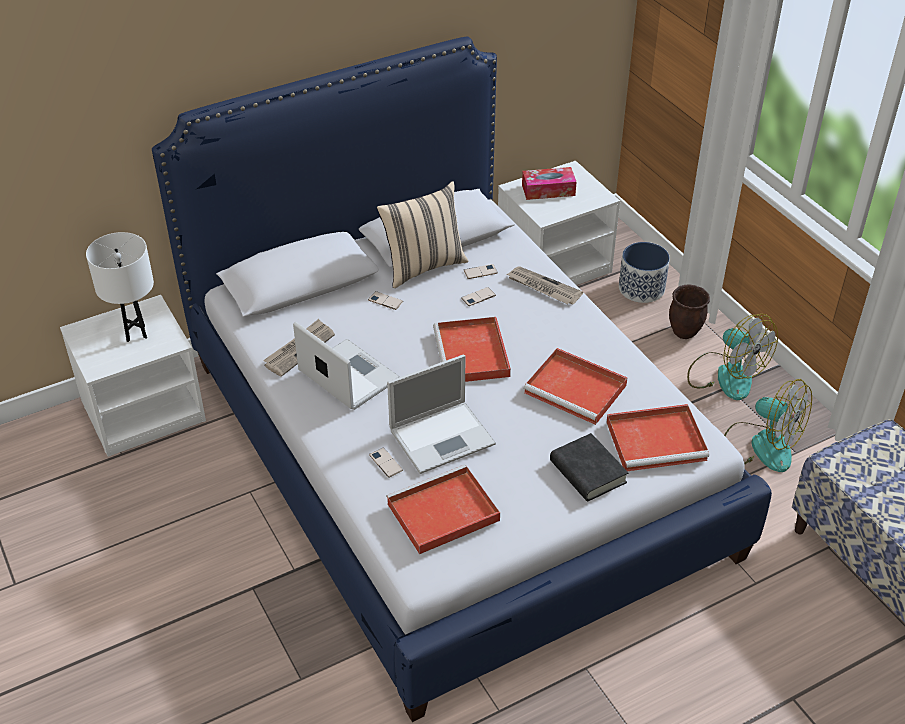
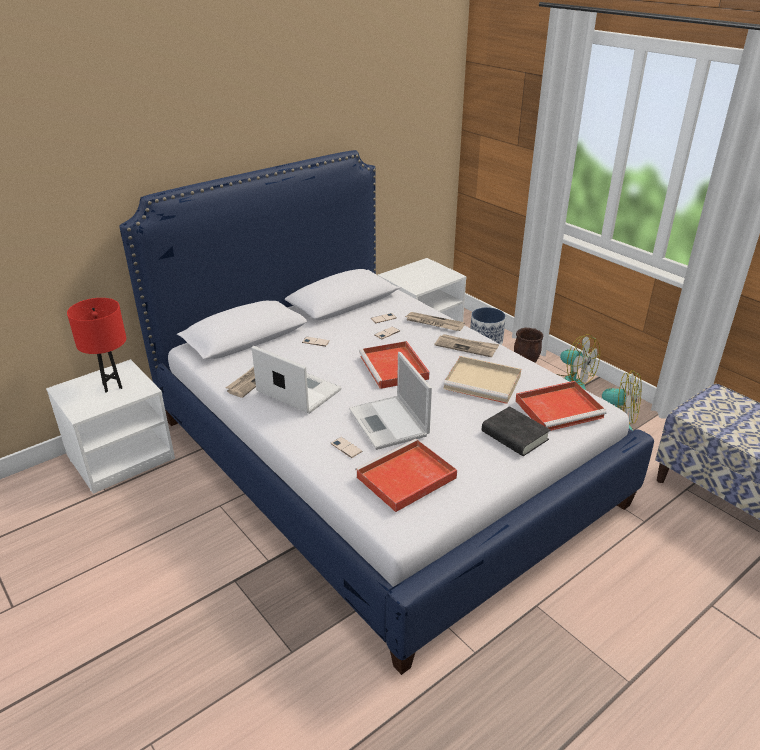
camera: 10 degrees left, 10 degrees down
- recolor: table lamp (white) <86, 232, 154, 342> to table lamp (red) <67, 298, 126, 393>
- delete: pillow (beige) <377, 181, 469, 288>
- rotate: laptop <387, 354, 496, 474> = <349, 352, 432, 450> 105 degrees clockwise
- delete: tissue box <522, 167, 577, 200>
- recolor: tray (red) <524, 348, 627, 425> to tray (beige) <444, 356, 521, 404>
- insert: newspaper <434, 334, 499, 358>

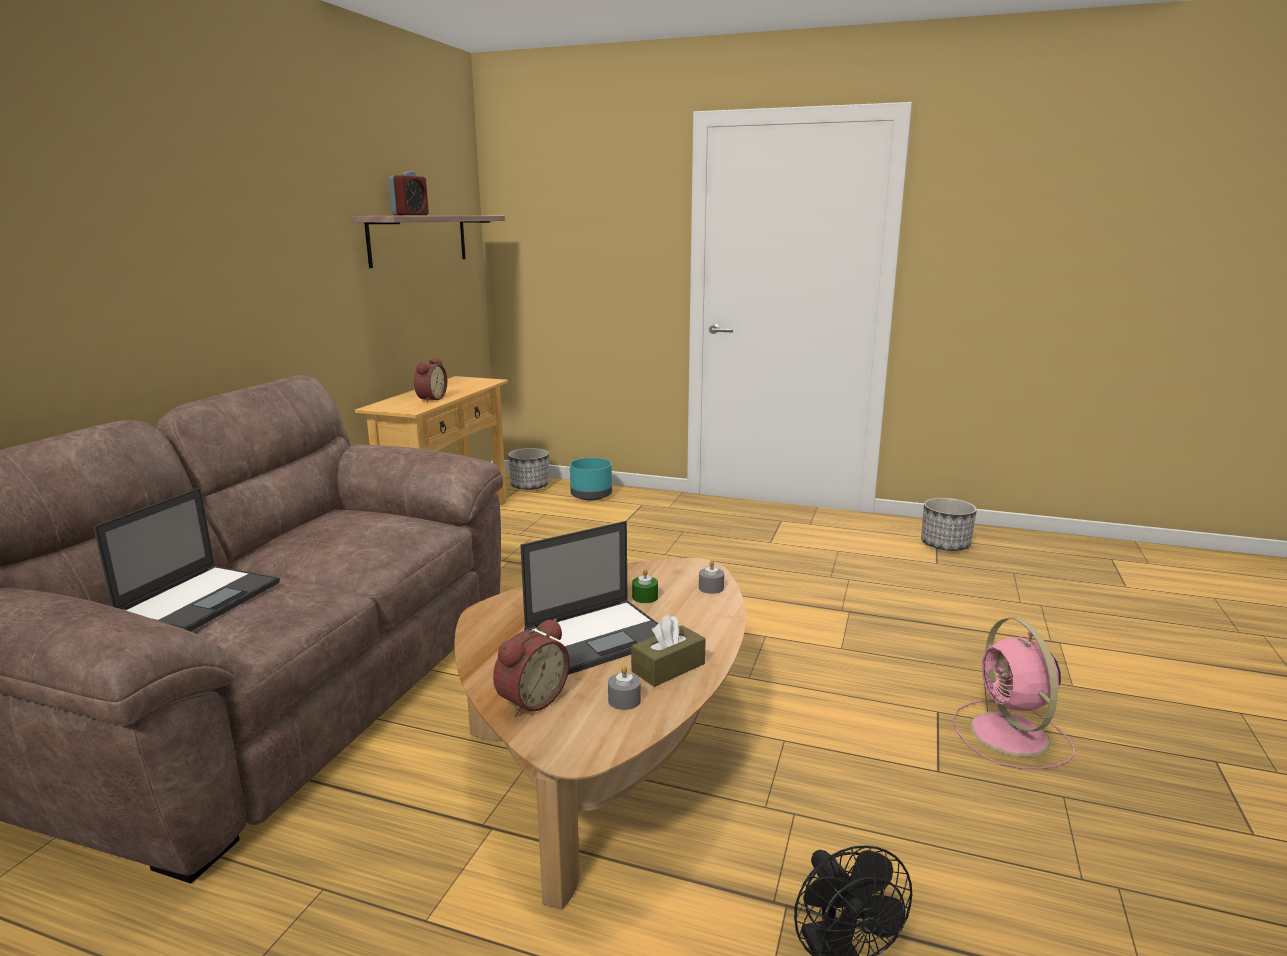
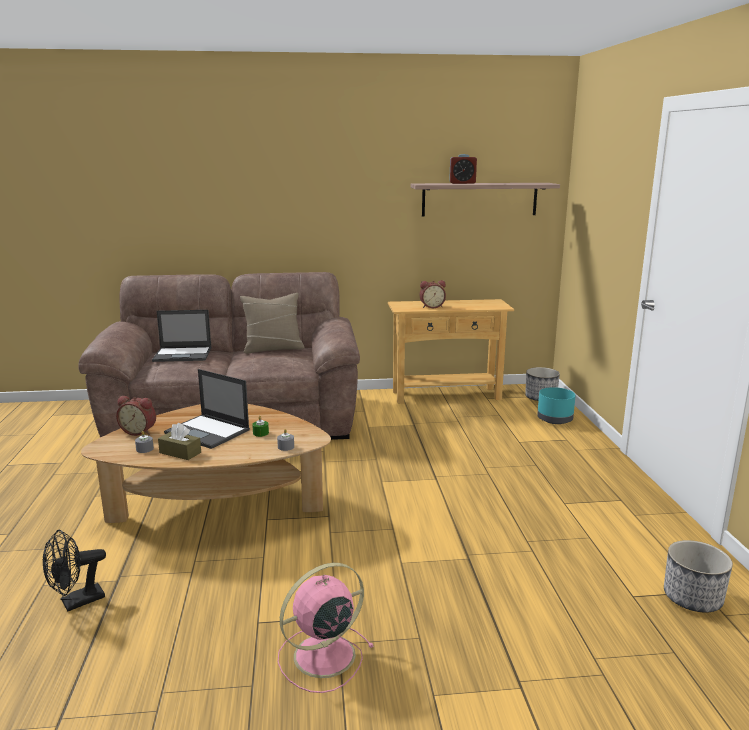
camera: 65 degrees right, 0 degrees up
- insert: pillow (beige) <240, 293, 305, 353>

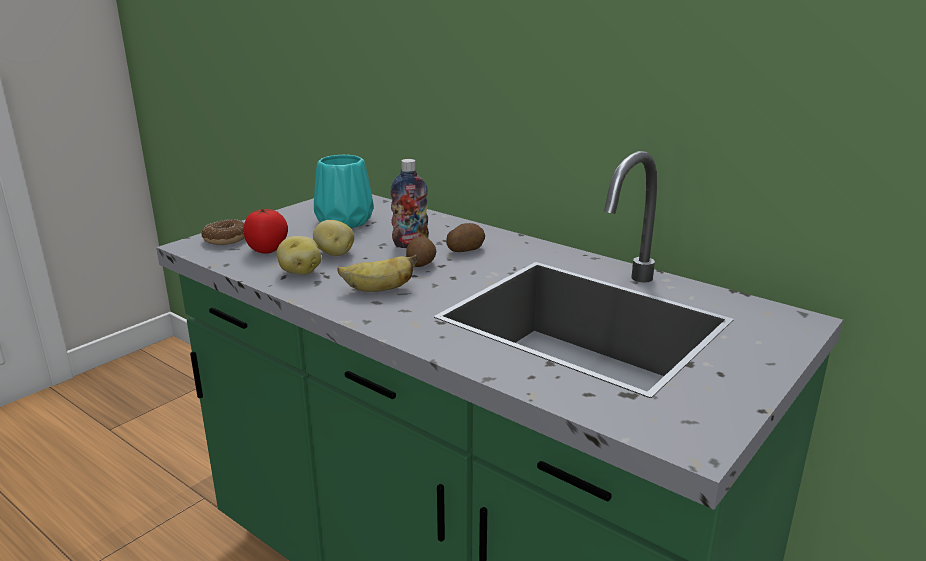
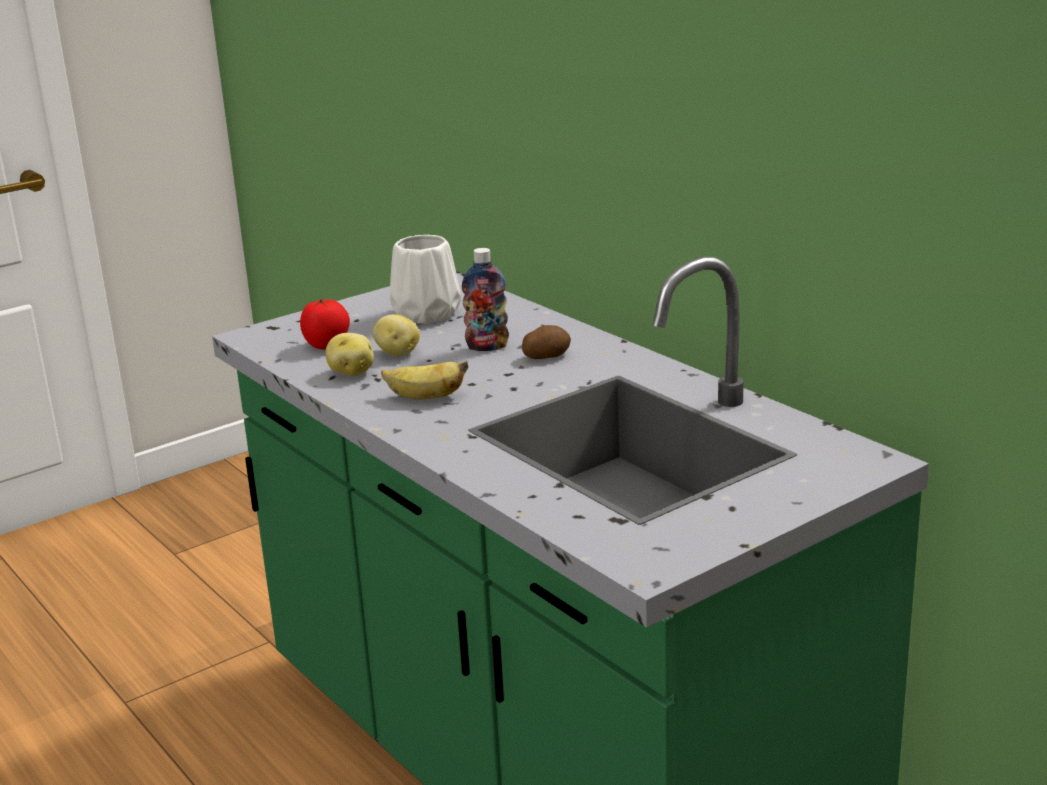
camera: 15 degrees right, 0 degrees up
- delete: donut <201, 219, 245, 245>
- recolor: vase (turquoise) <314, 155, 374, 228> to vase (white) <390, 235, 461, 324>
- delete: potato <406, 236, 436, 267>

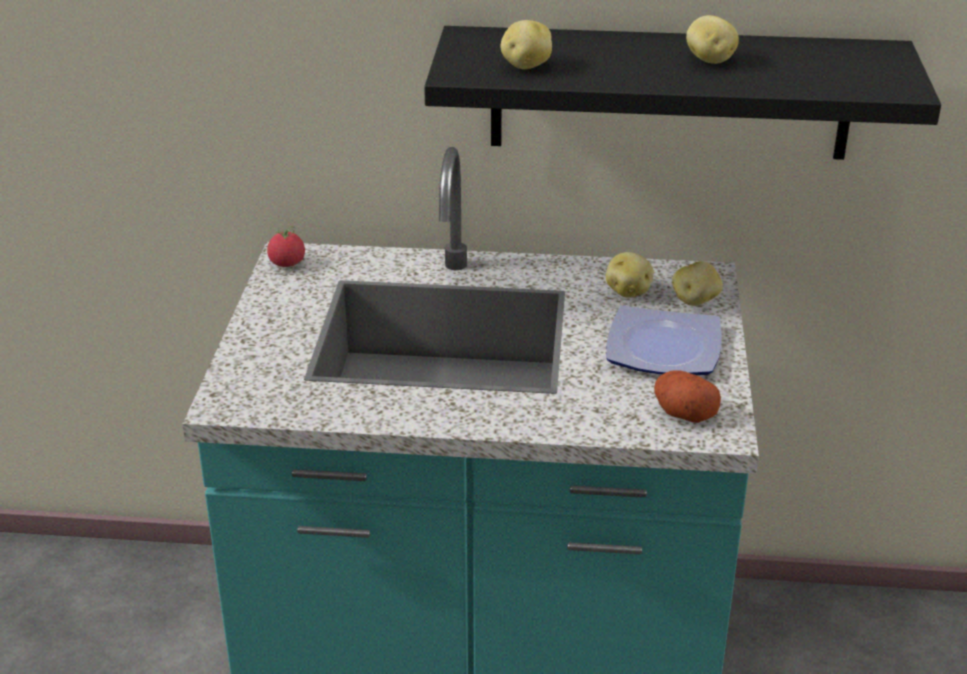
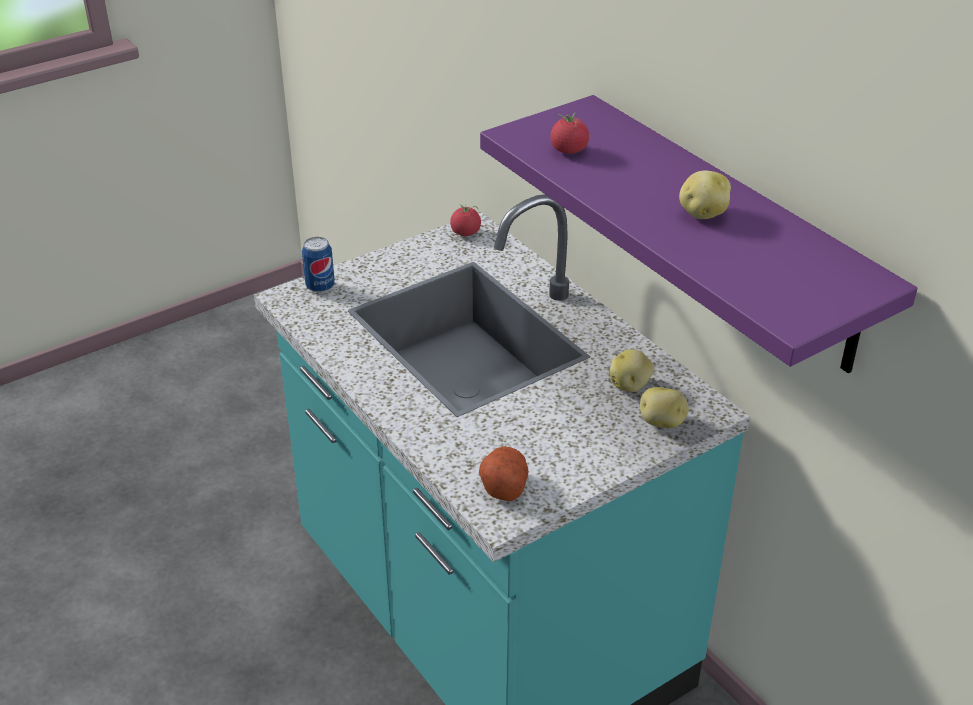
camera: 50 degrees right, 5 degrees up
- recolor: shelf (black) <424, 26, 941, 160> to shelf (purple) <480, 95, 918, 374>
- replace: potato <500, 20, 552, 69> to tomato <550, 113, 589, 154>
- delete: plate <606, 305, 722, 375>
- insert: can <302, 237, 335, 293>

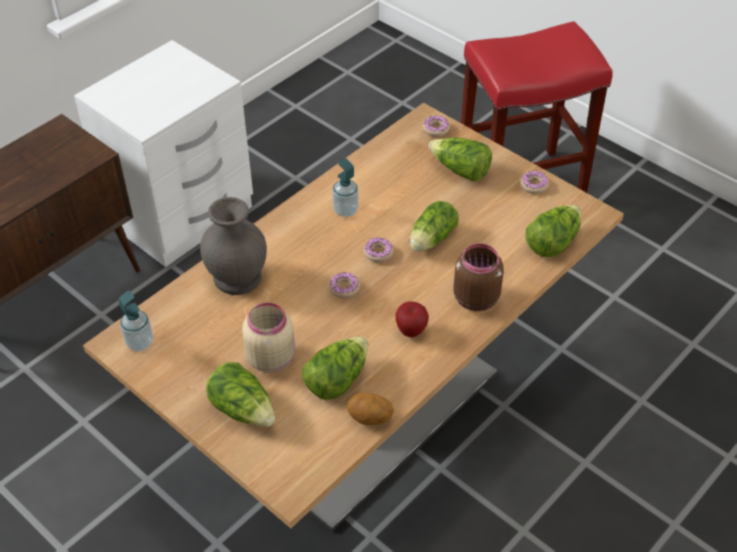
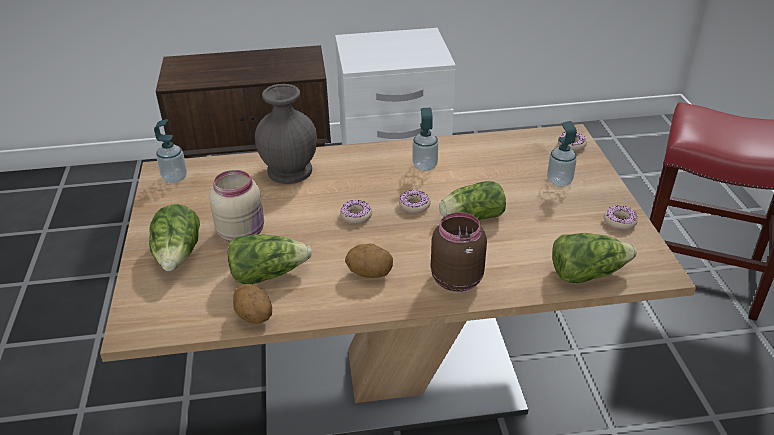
camera: 40 degrees right, 10 degrees down
- replace: apple <395, 301, 429, 337> to potato <345, 244, 393, 278>
- replace: lettuce <429, 137, 492, 182> to soap dispenser <547, 121, 577, 187>

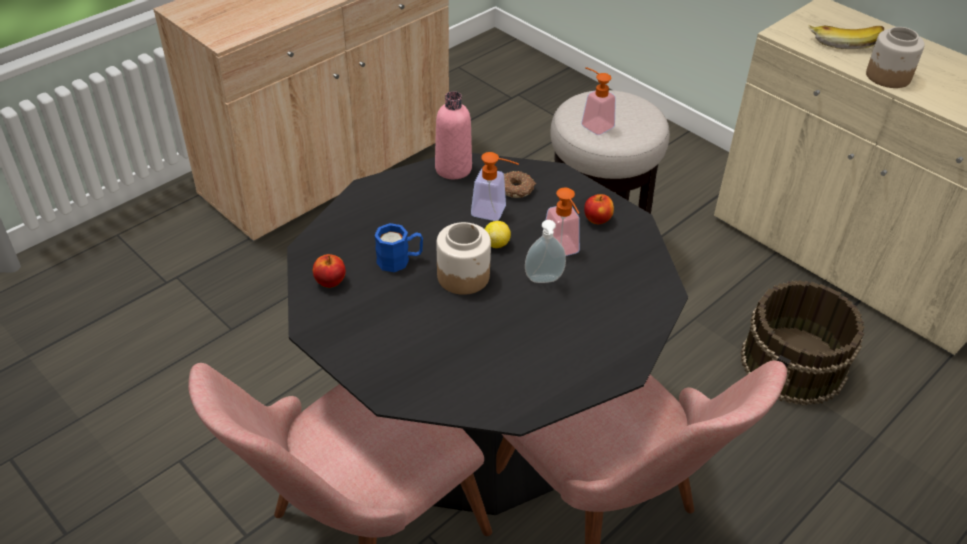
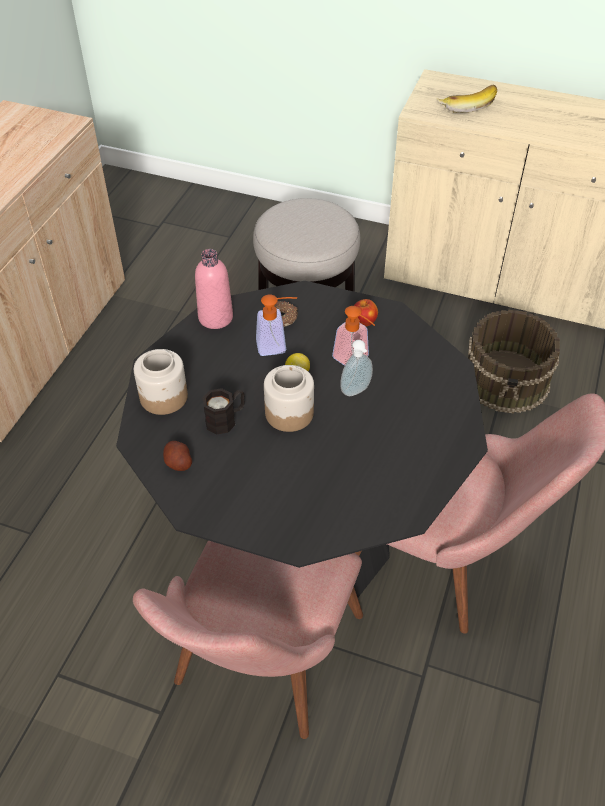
camera: 25 degrees left, 5 degrees up
- replace: apple <313, 254, 346, 288> to potato <163, 441, 192, 471>
- recolor: mug (blue) <374, 223, 423, 272> to mug (black) <202, 388, 245, 434>
- delete: soap dispenser <581, 67, 616, 135>
- move: jar <866, 27, 925, 88> to <134, 349, 188, 415>

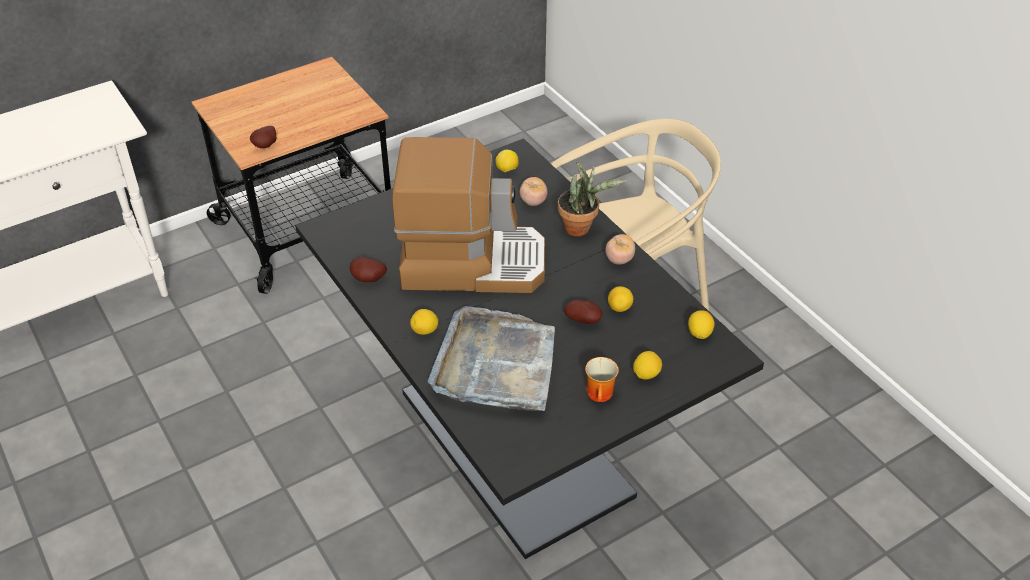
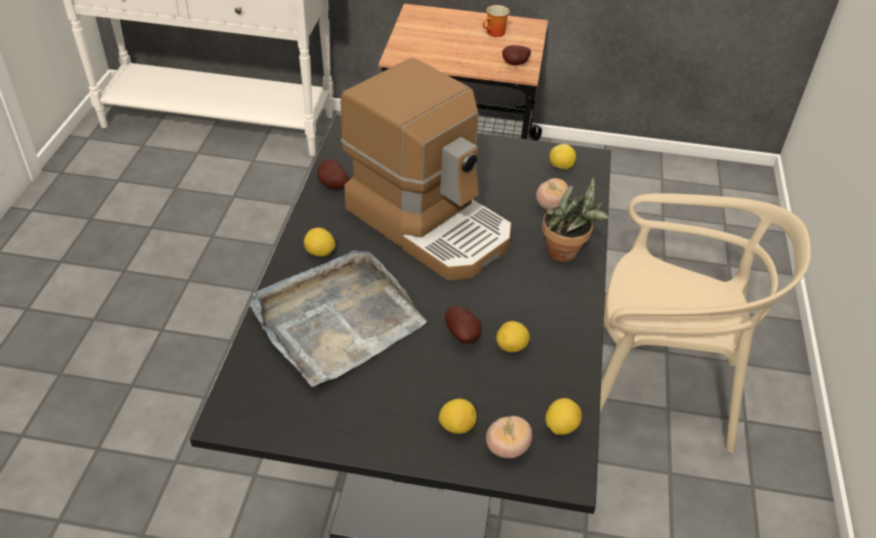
camera: 40 degrees right, 0 degrees up
- move: potato <250, 126, 276, 148> to <502, 45, 531, 66>
- move: mug <585, 357, 619, 402> to <483, 5, 510, 37>
- move: tomato <605, 234, 635, 265> to <486, 416, 533, 458>

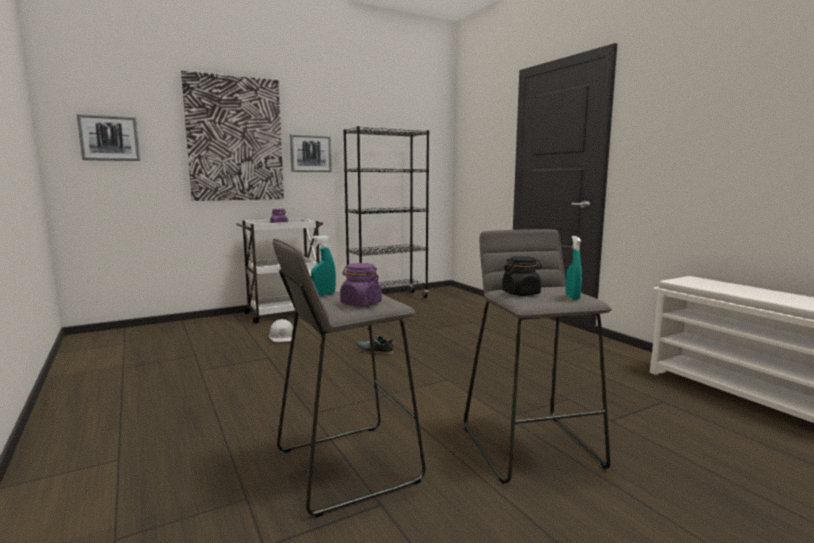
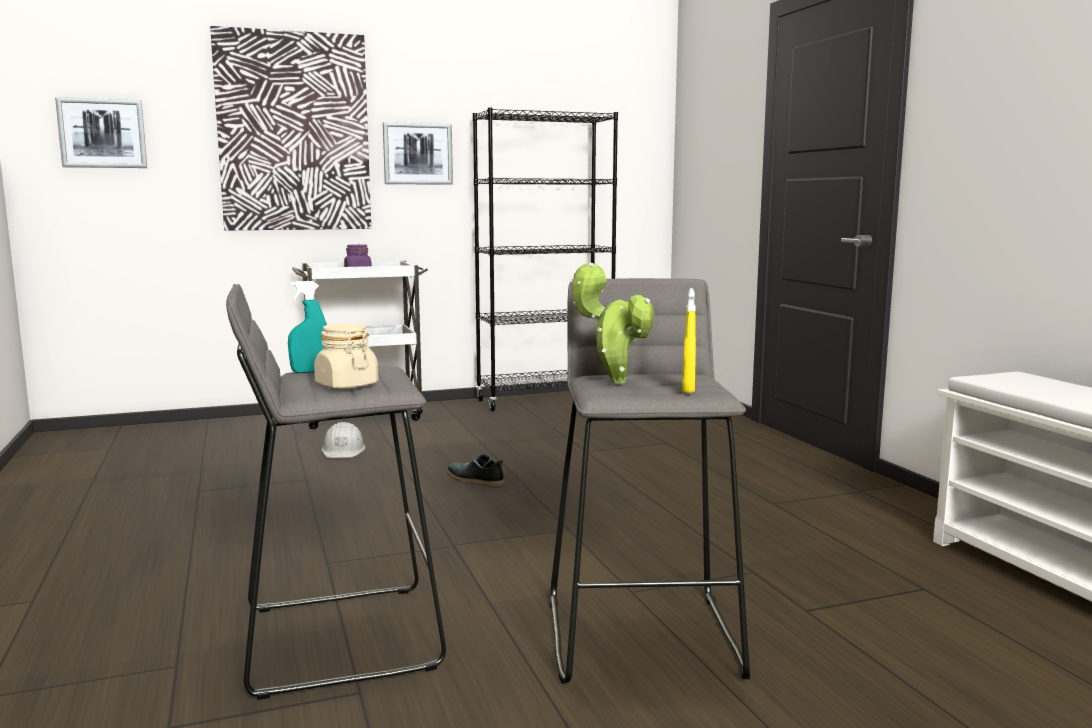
camera: 10 degrees right, 0 degrees up
- recolor: jar (purple) <340, 263, 382, 307> to jar (beige) <314, 323, 379, 389>
- replace: jar (black) <502, 256, 542, 296> to potted plant <570, 262, 654, 384>
- recolor: spray bottle (turquoise) <566, 236, 582, 300> to spray bottle (yellow) <682, 288, 696, 393>

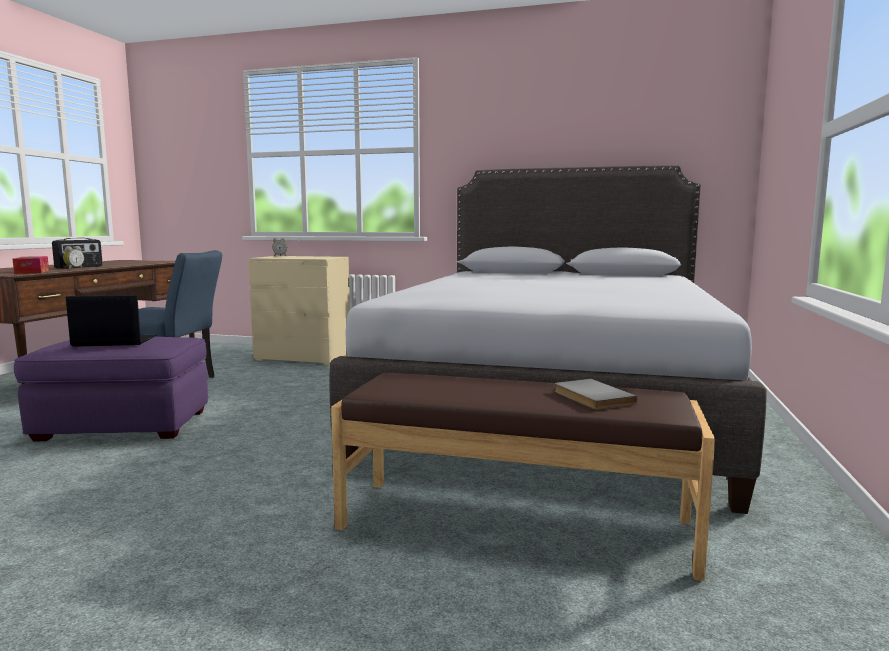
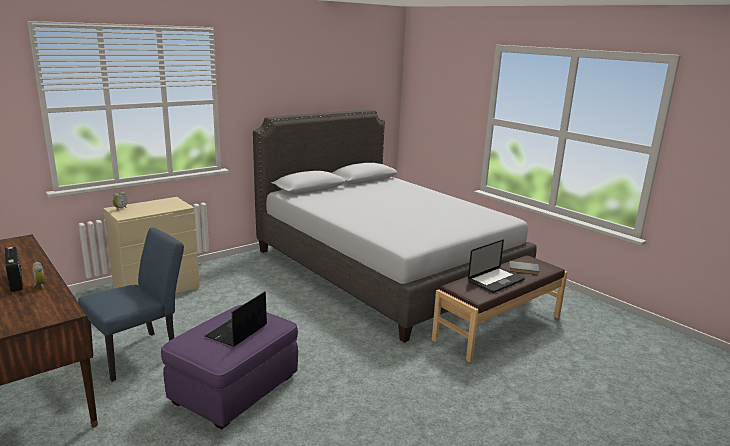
camera: 55 degrees left, 10 degrees up
- delete: tissue box <13, 256, 49, 274>
- insert: laptop <468, 240, 525, 293>

